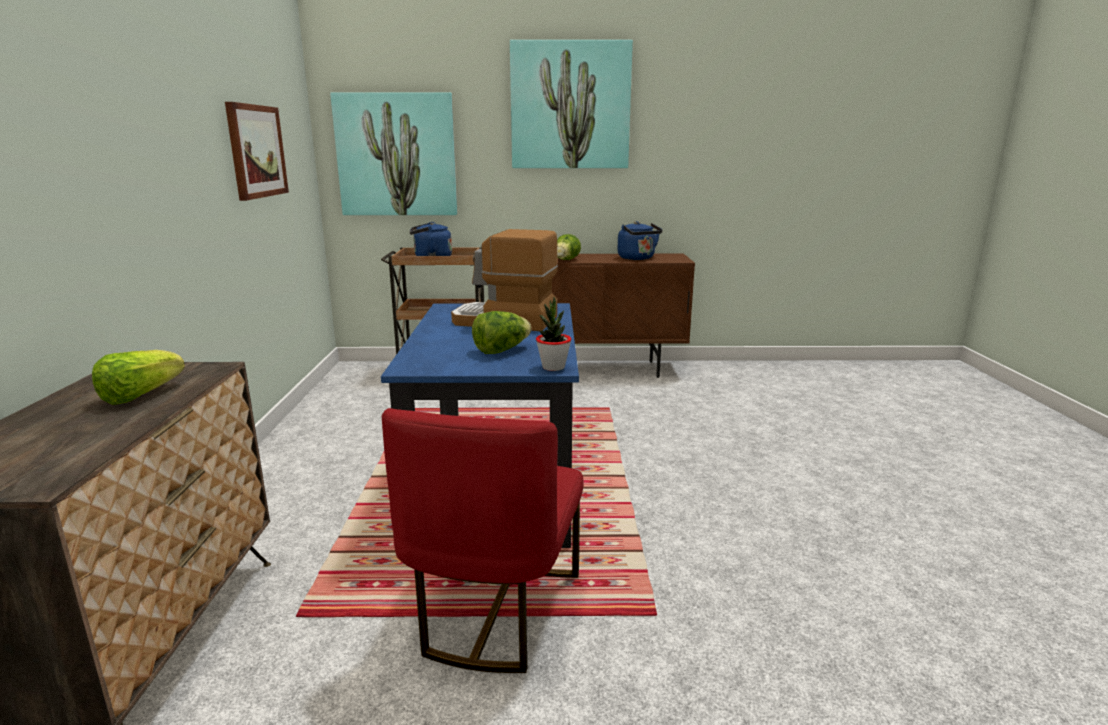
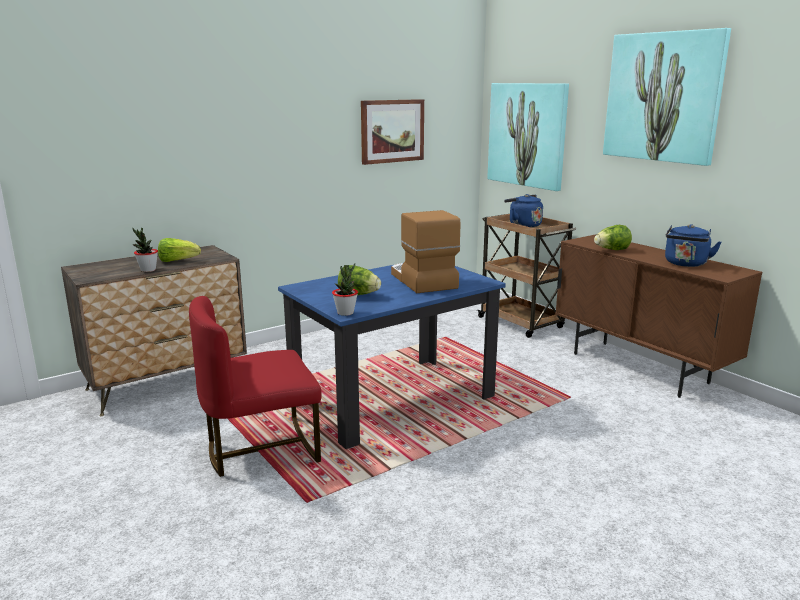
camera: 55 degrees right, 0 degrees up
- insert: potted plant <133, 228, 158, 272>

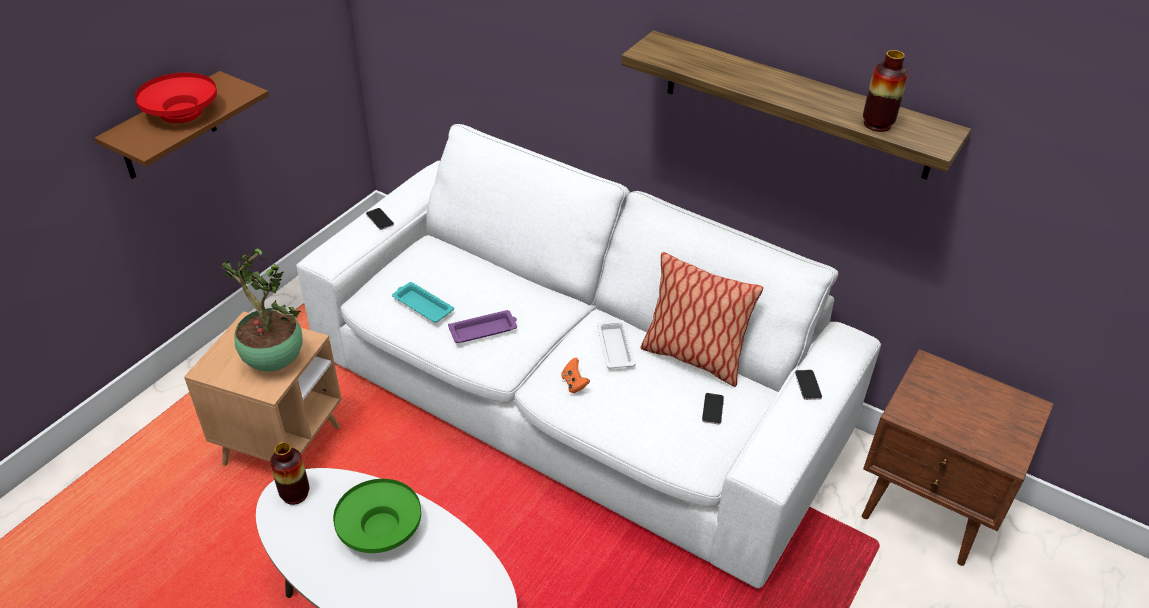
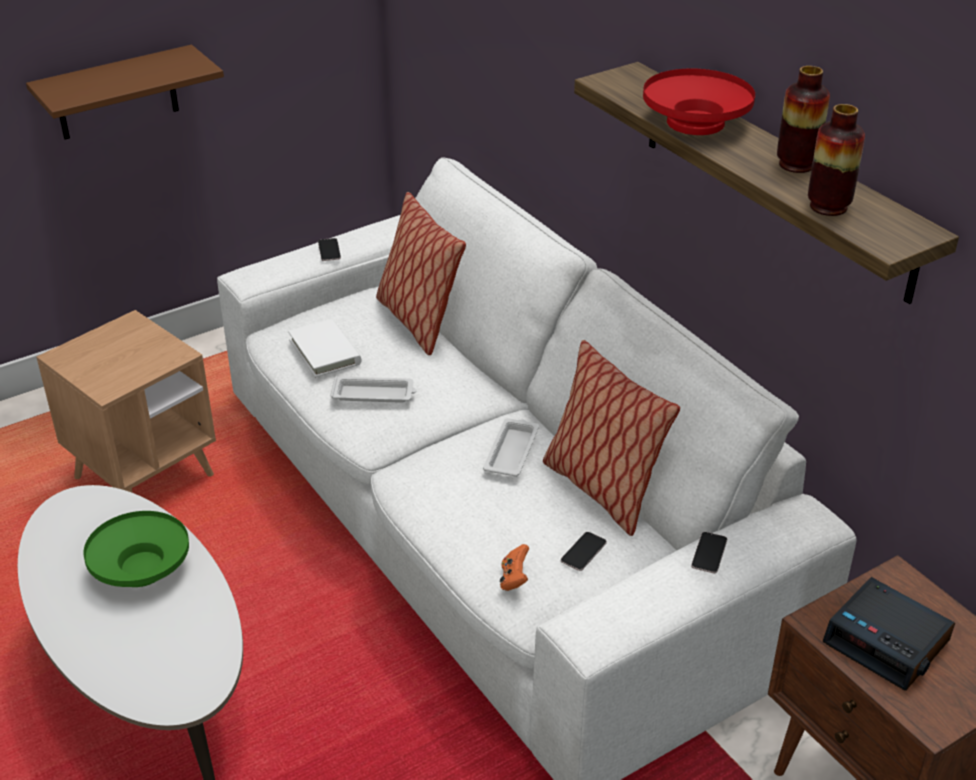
camera: 25 degrees right, 5 degrees down
- move: bowl (red) <135, 73, 217, 123> to <643, 69, 755, 135>
- delete: potted plant <222, 249, 303, 371>
- move: vase <270, 442, 309, 505> to <777, 66, 830, 173>
- replace: tray (turquoise) <392, 282, 454, 323> to book (white) <288, 319, 361, 378>
- recolor: tray (purple) <448, 310, 517, 343> to tray (white) <330, 376, 416, 403>
- move: game controller (orange) <561, 358, 590, 393> to <500, 544, 529, 591>
- insert: pillow <376, 192, 466, 355>
- insert: alarm clock <822, 577, 955, 691>

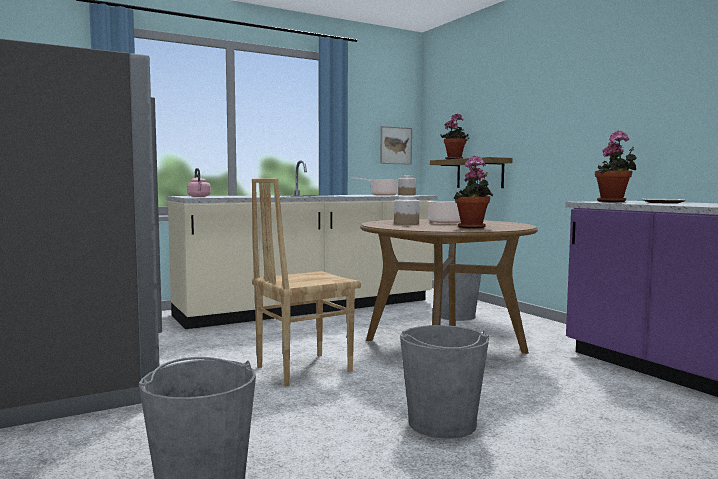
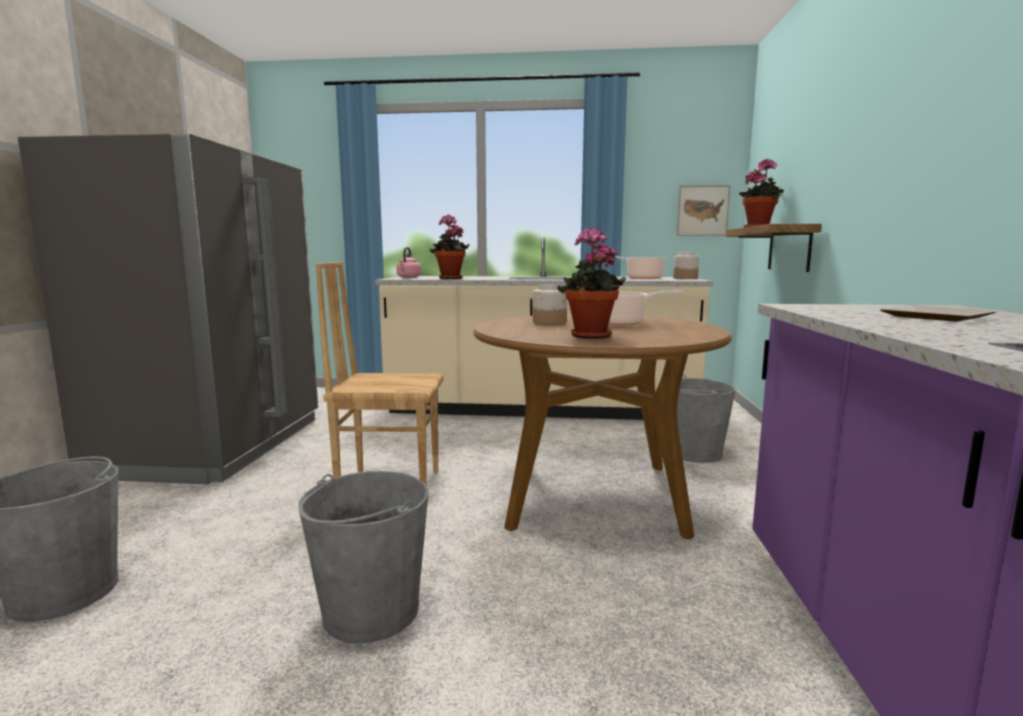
camera: 35 degrees right, 5 degrees up
- move: potted plant <595, 130, 637, 202> to <430, 214, 470, 279>

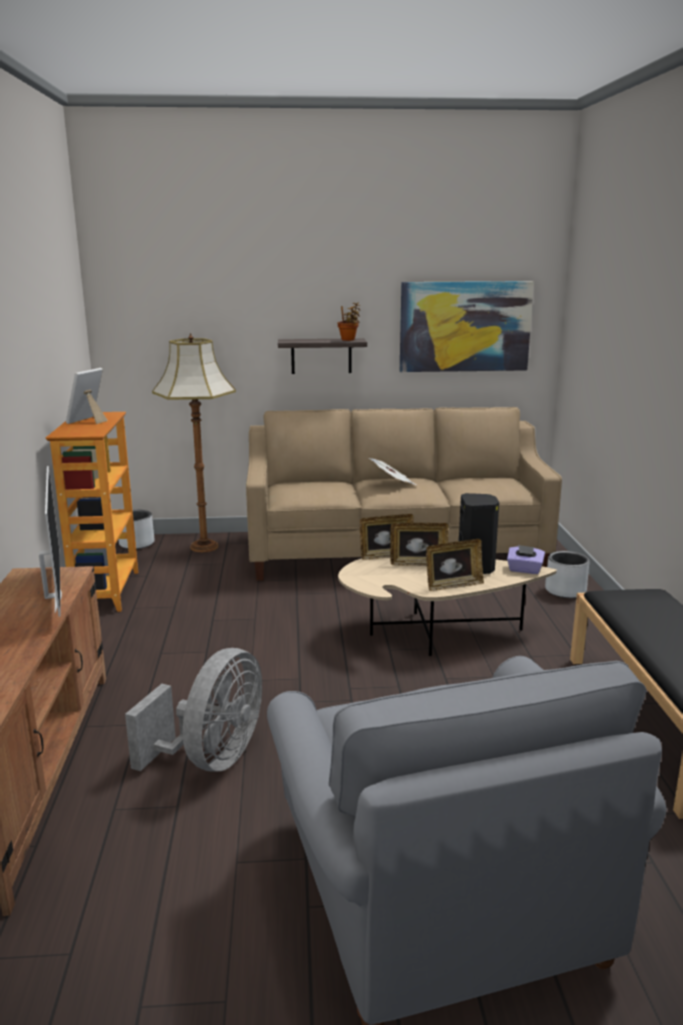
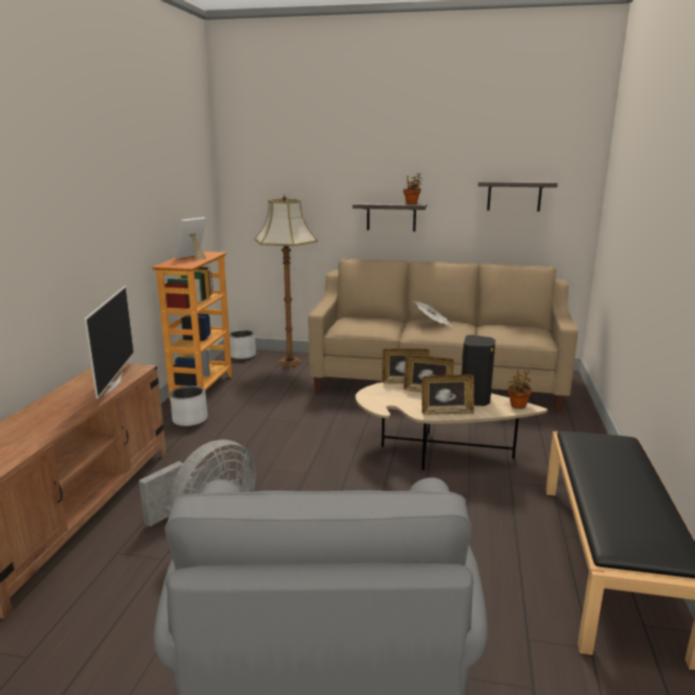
camera: 15 degrees right, 0 degrees up
- replace: picture <400, 281, 534, 372> to shelf <478, 180, 558, 211>
- replace: tissue box (purple) <507, 545, 545, 574> to potted plant <508, 370, 532, 409>
- move: planter (grey) <545, 551, 590, 598> to <170, 386, 208, 427>

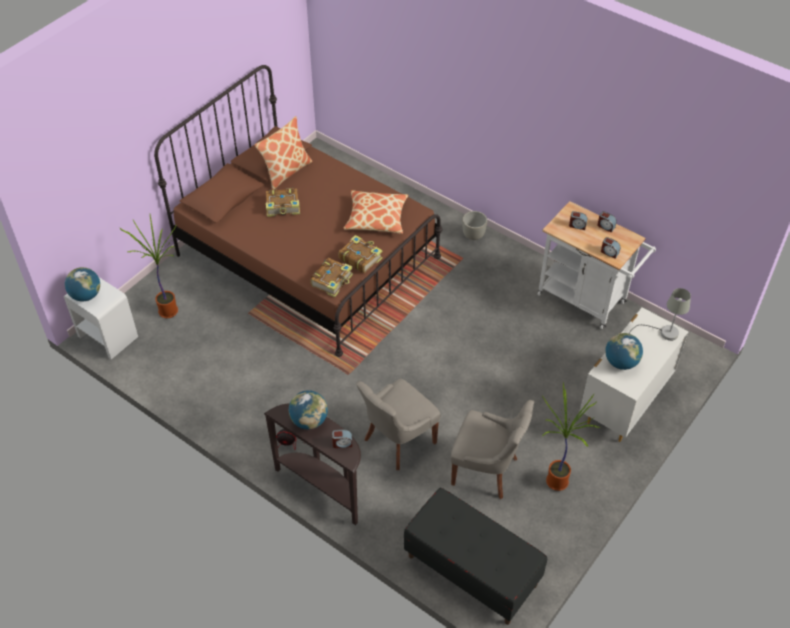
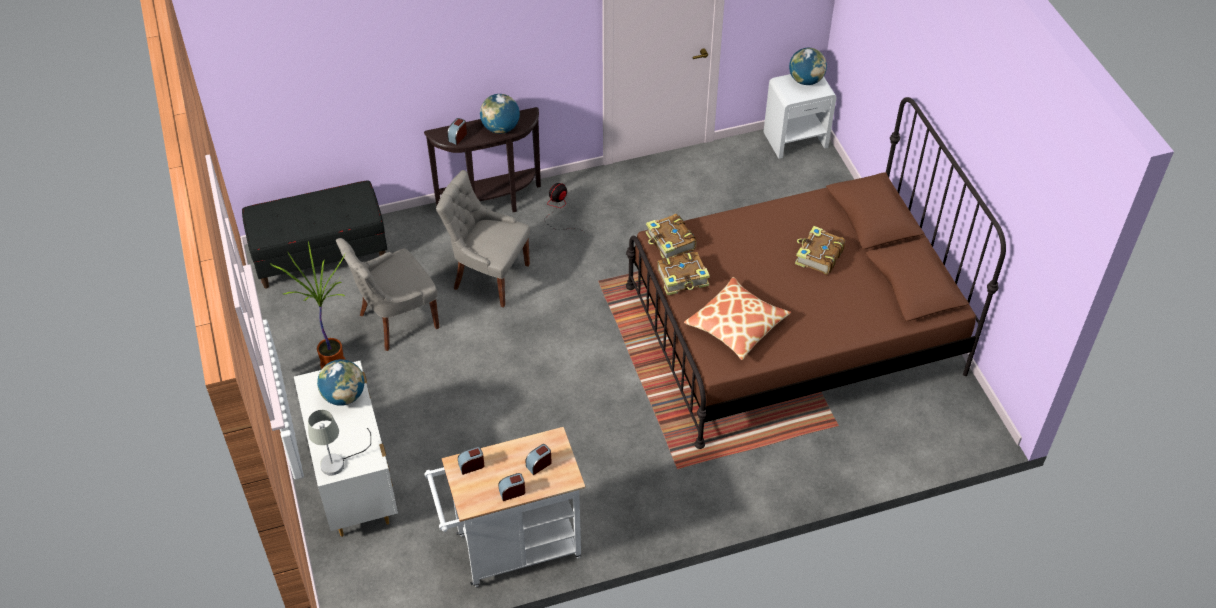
camera: 125 degrees right, 0 degrees up
- delete: potted plant <119, 214, 178, 318>
- delete: pillow <255, 116, 313, 190>
- rotate: chair (grey) <356, 379, 441, 470> = <436, 170, 530, 307> 60 degrees counterclockwise
- delete: planter (grey) <462, 211, 487, 240>

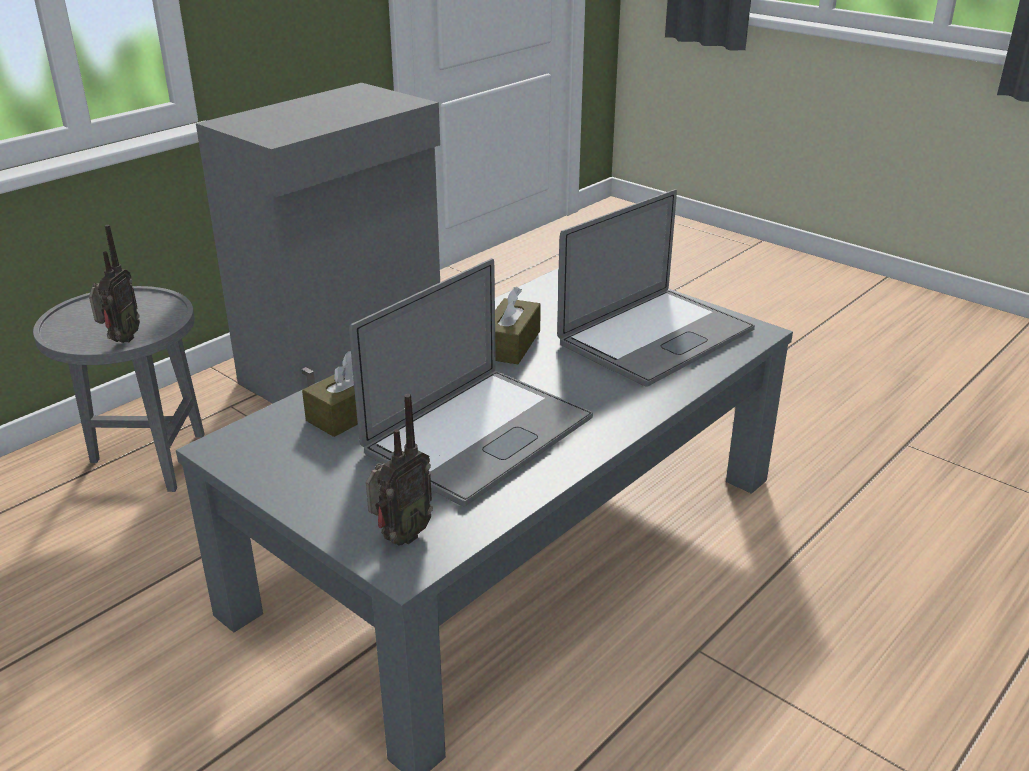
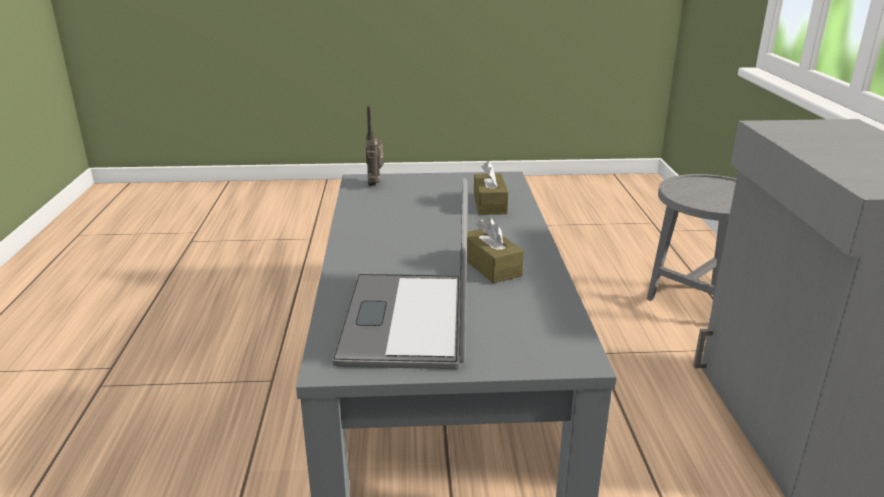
camera: 135 degrees right, 5 degrees down
- delete: radio <89, 225, 140, 343>
- delete: laptop <349, 258, 593, 506>

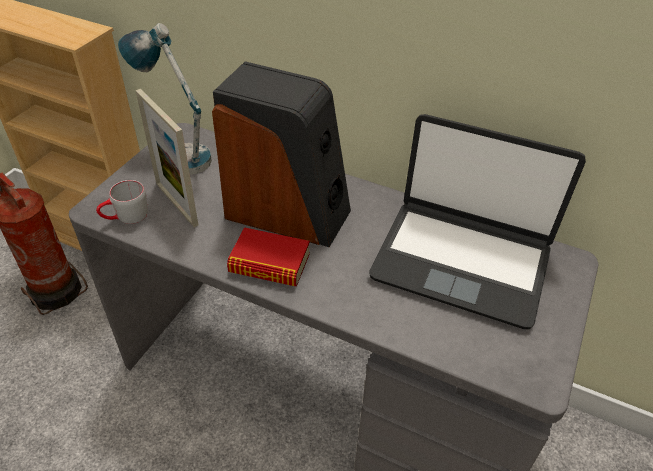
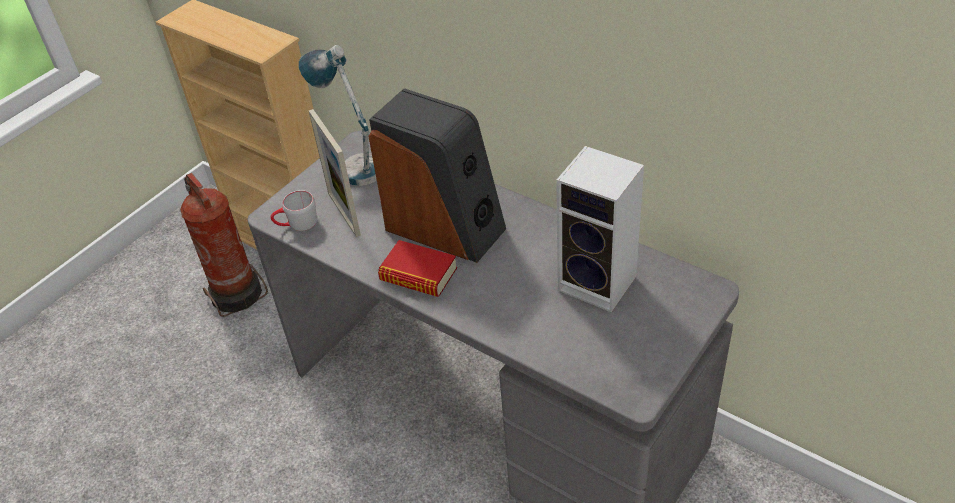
camera: 15 degrees right, 0 degrees up
- replace: laptop <370, 114, 586, 329> to speaker <556, 146, 644, 312>

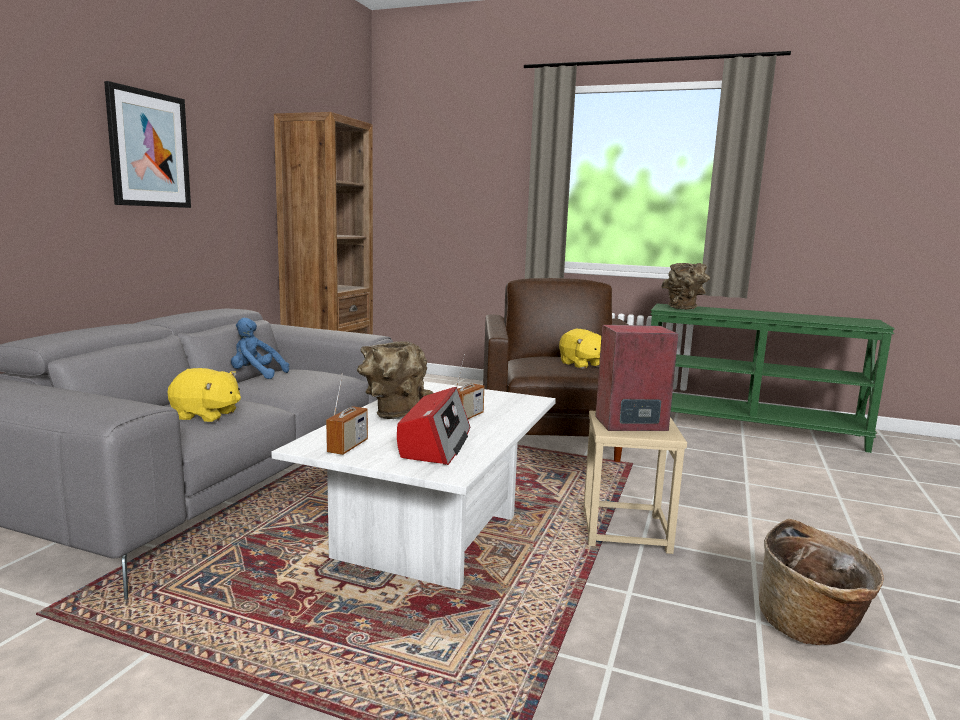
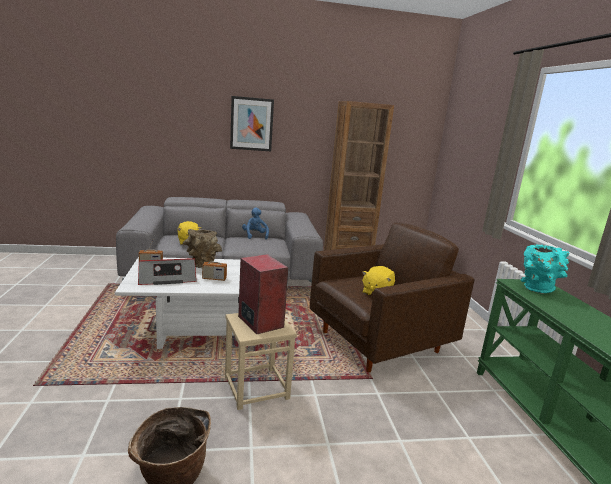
camera: 60 degrees right, 5 degrees up
- recolor: vase (brown) <662, 263, 710, 310> to vase (turquoise) <521, 245, 570, 294>

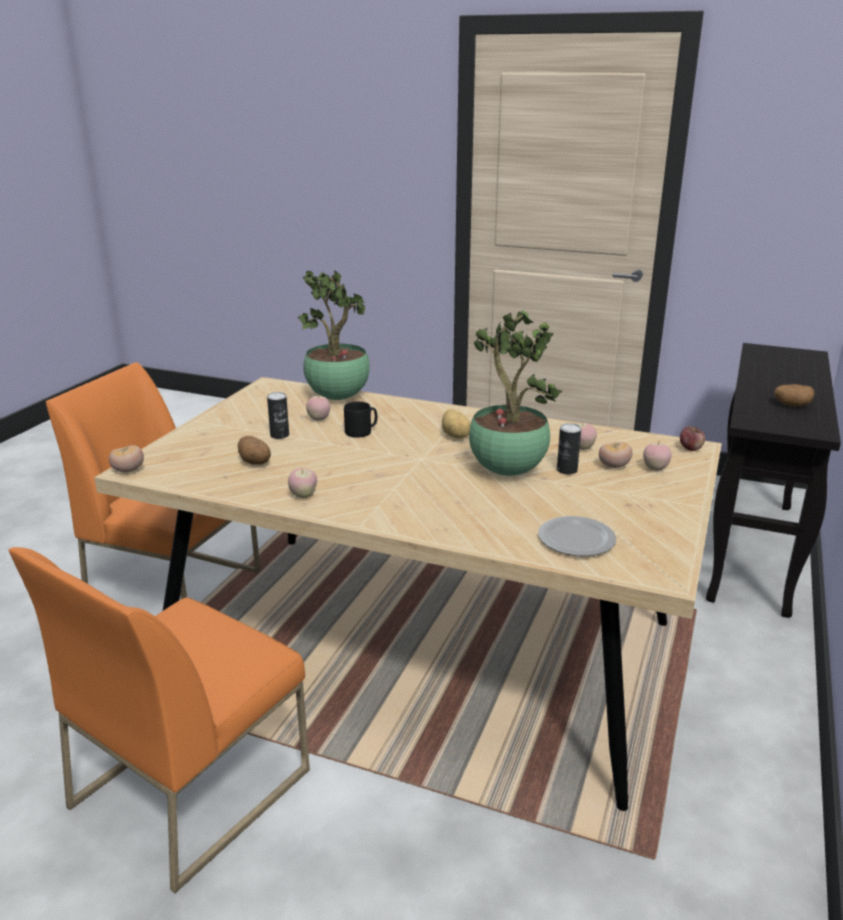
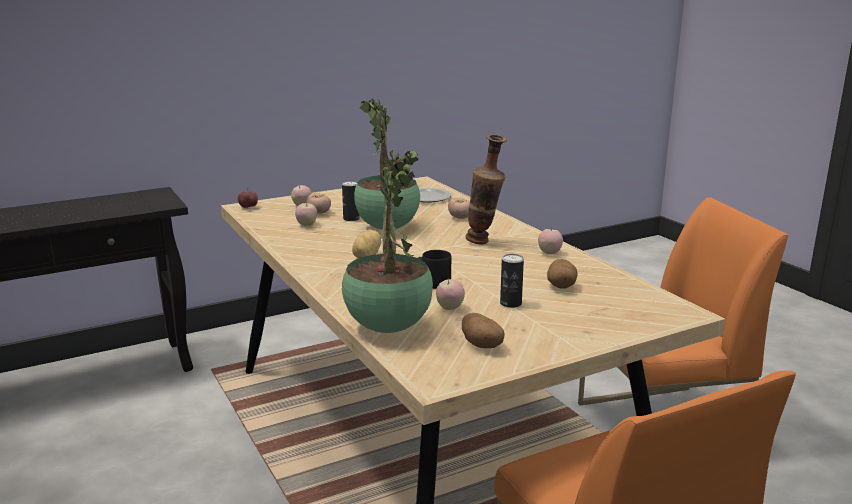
camera: 140 degrees left, 5 degrees down
- move: tomato <109, 445, 144, 472> to <448, 198, 470, 219>
- move: potato <774, 384, 815, 406> to <462, 313, 504, 348>
- insert: vase <466, 135, 507, 245>

